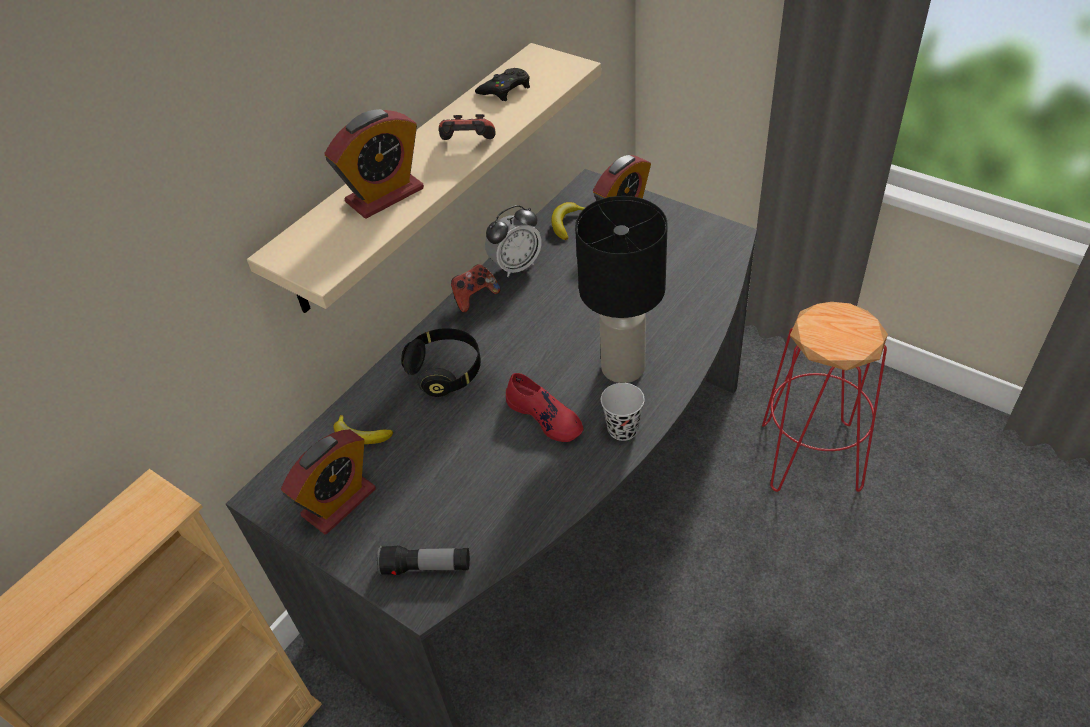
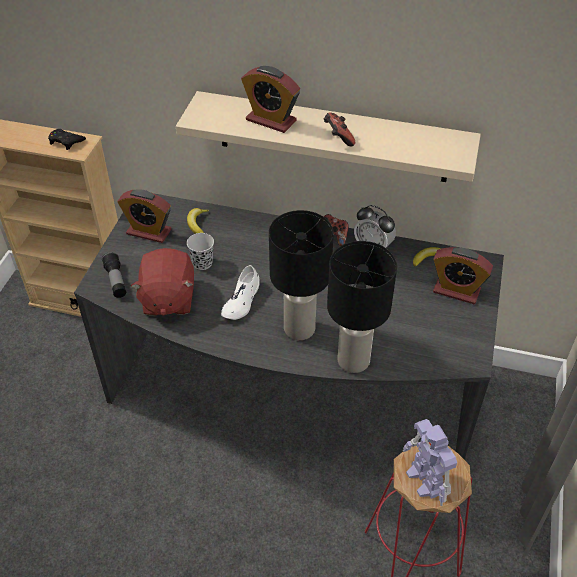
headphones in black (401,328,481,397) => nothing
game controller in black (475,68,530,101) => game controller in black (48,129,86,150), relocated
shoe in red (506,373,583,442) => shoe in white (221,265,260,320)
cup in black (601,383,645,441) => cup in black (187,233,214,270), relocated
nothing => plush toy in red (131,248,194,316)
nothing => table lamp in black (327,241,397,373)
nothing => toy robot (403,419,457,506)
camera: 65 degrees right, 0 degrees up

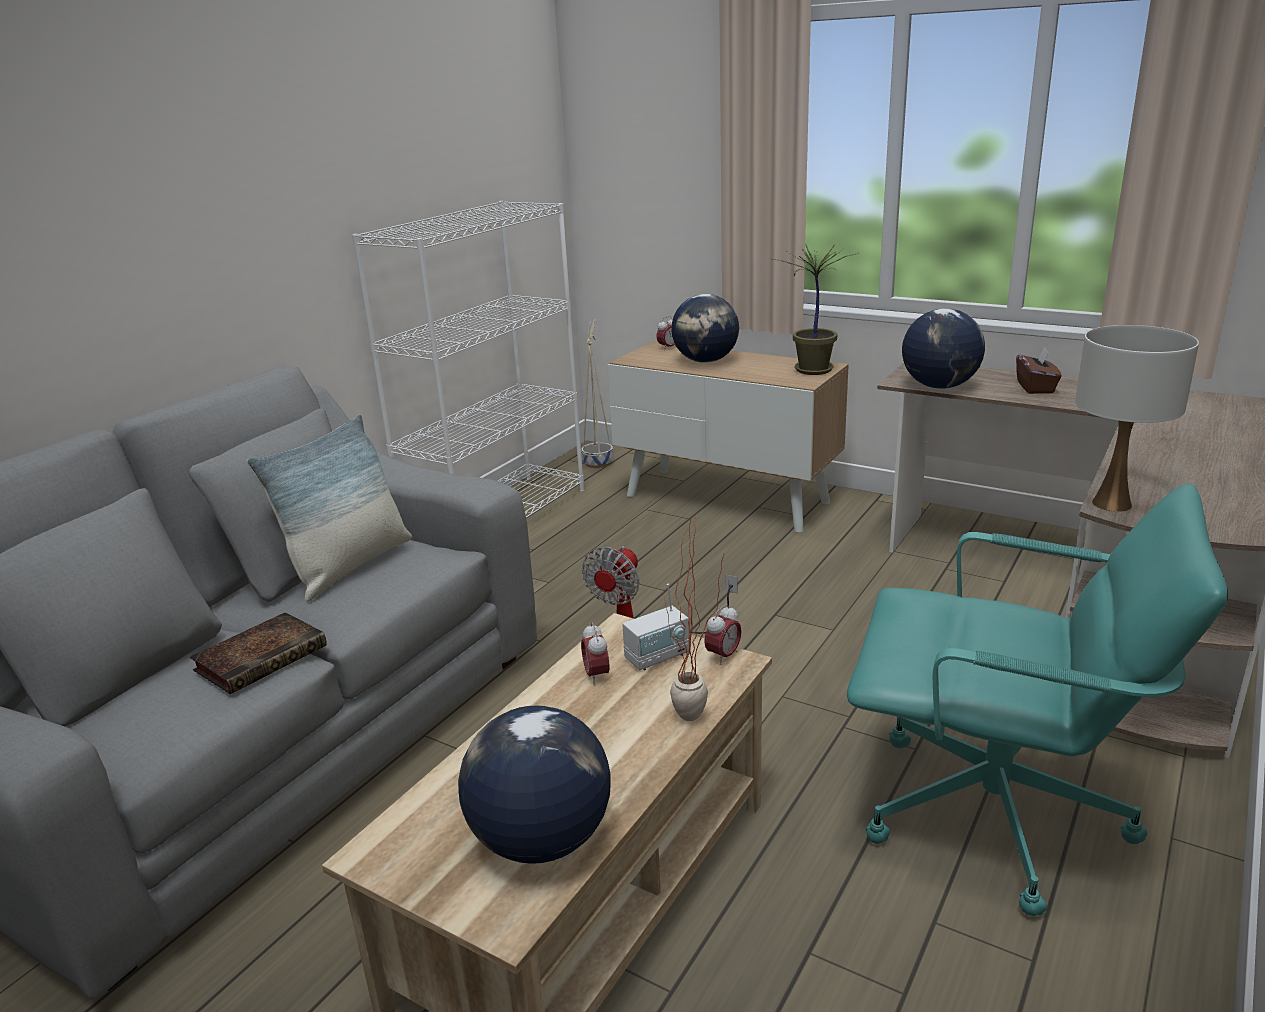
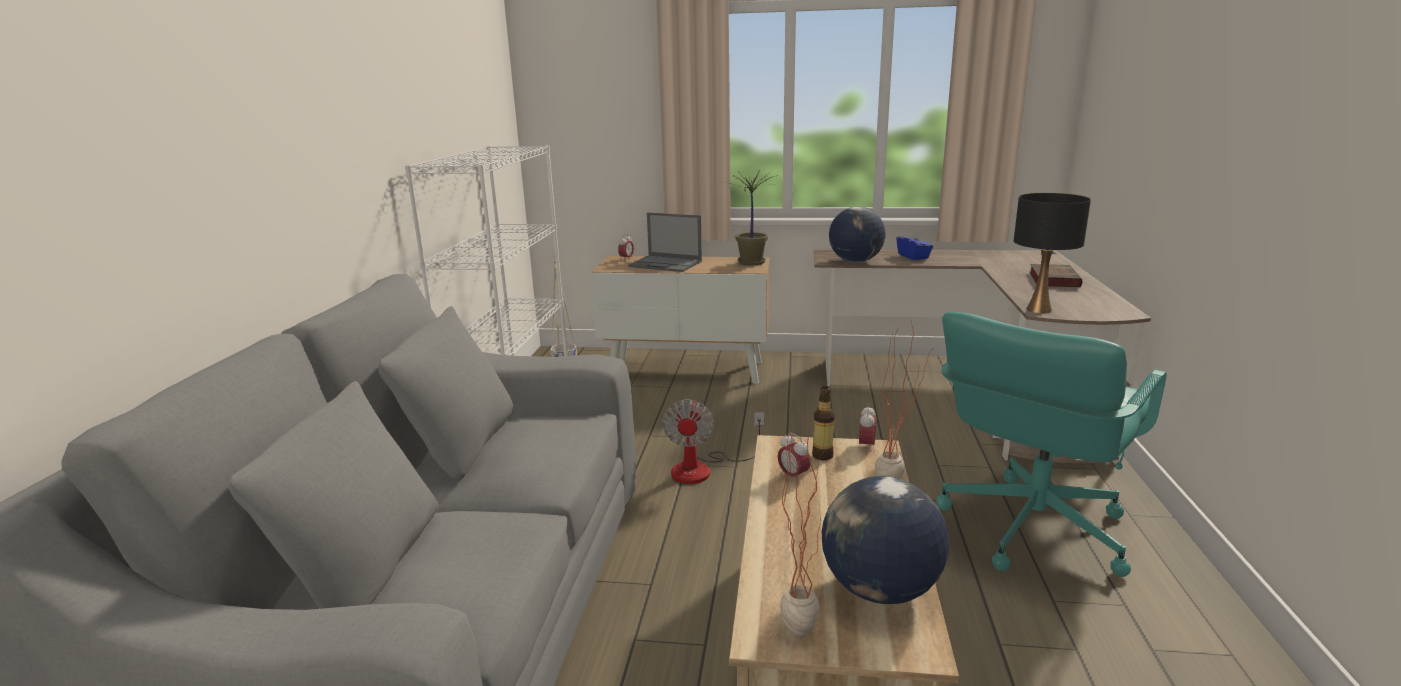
book (190,612,327,694) => book (1029,264,1082,287), relocated
pillow (247,415,412,602) => nothing
radio (622,584,689,670) => bottle (812,386,835,460)
globe (671,294,739,363) => laptop (628,212,702,272)
office chair in turquoise (847,484,1228,916) => office chair in turquoise (937,312,1167,577), 135 degrees clockwise
tissue box in brown (1016,346,1062,394) => tissue box in blue (896,229,933,260)
table lamp in white (1075,325,1199,512) => table lamp in black (1014,193,1091,313)
nothing => potted plant (780,411,826,638)
camera: 25 degrees left, 5 degrees down

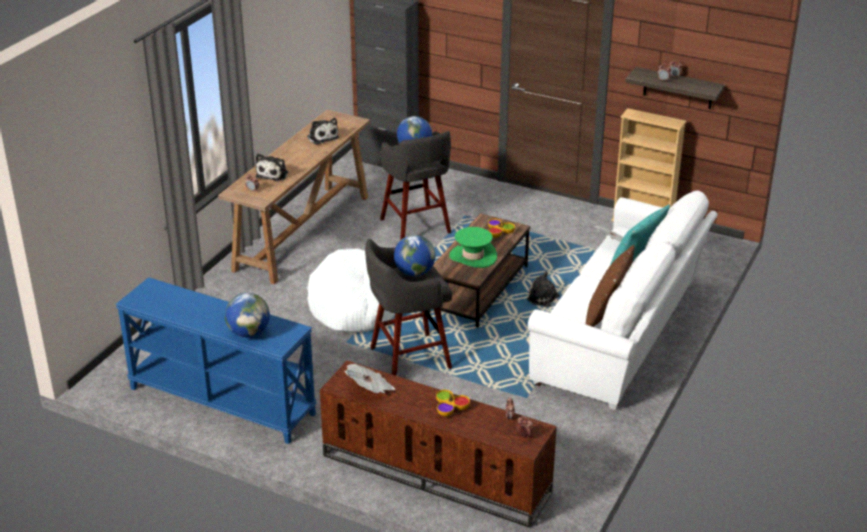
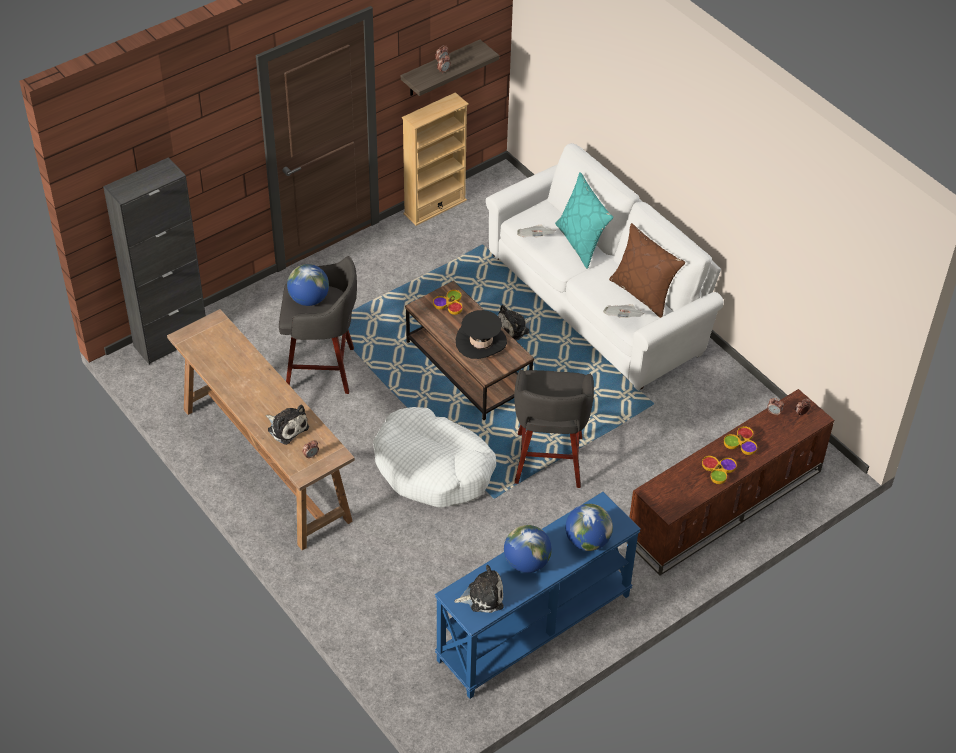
plush toy (307,118,339,145) => plush toy (454,565,504,613), relocated
newspaper (344,364,395,393) => newspaper (603,304,644,318), relocated
globe (394,235,435,276) => globe (504,525,552,573), relocated
hat in green (449,227,497,268) => hat in black (456,310,507,359)
nothing => bowl (702,456,737,484)
camera: 65 degrees left, 15 degrees up

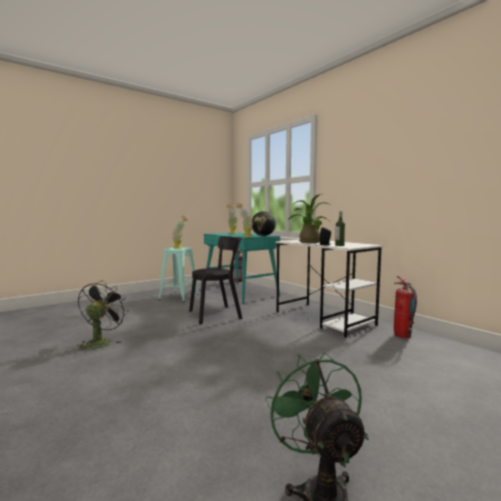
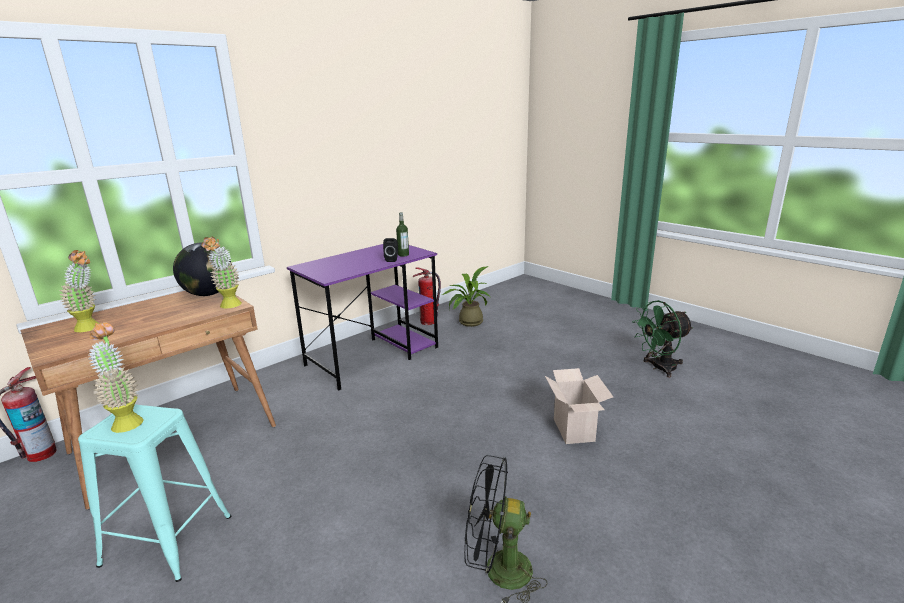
chair in black (189,236,243,325) => nothing
desk in turquoise (204,233,280,303) => desk in brown (20,291,276,510)
desk in white (275,240,384,338) => desk in purple (287,244,438,391)
potted plant (288,194,333,243) => potted plant (442,266,490,327), relocated
nothing => cardboard box (545,368,613,444)
camera: 95 degrees left, 15 degrees up

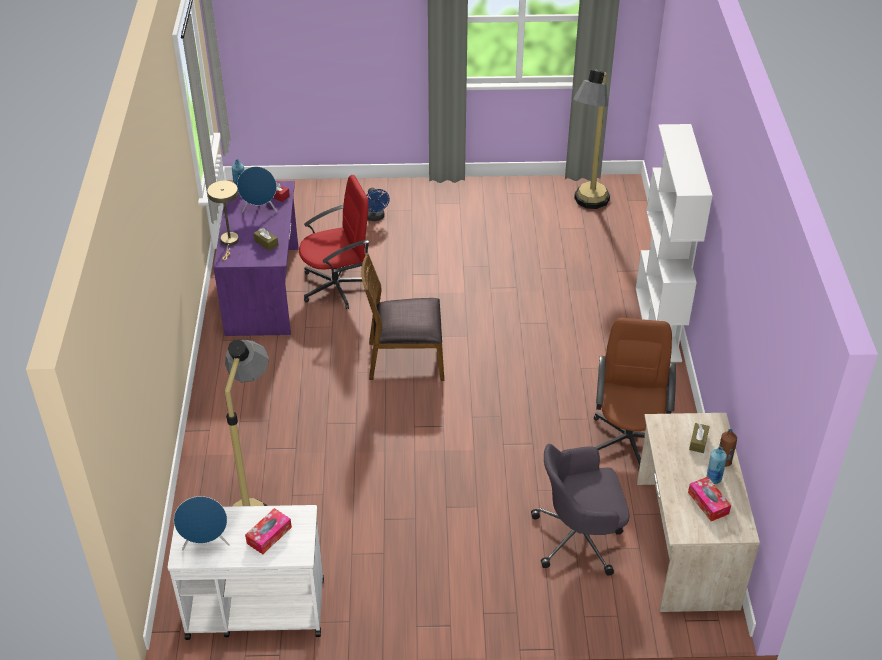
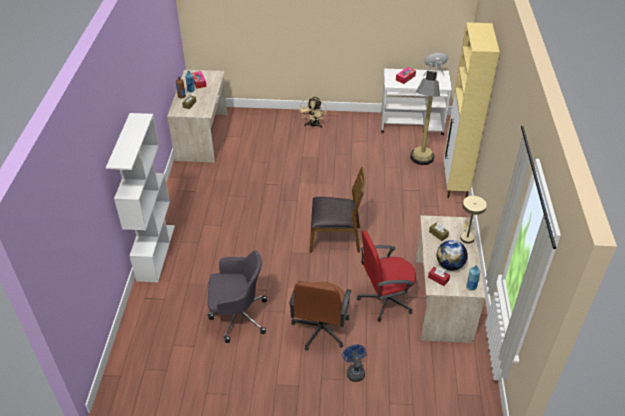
desk in purple (213,181,299,336) => desk in beige (416,215,485,343)
speaker in blue (237,166,277,212) => globe (437,240,468,270)
office chair in grey (531,444,630,576) => office chair in grey (207,250,267,343), relocated
floor lamp (573,69,610,209) => nothing
office chair in brown (594,317,676,470) => office chair in brown (289,281,352,351), relocated
nothing => fan in beige (299,96,326,128)
nothing => cabinet in beige (443,22,500,198)
camera: 175 degrees left, 0 degrees up

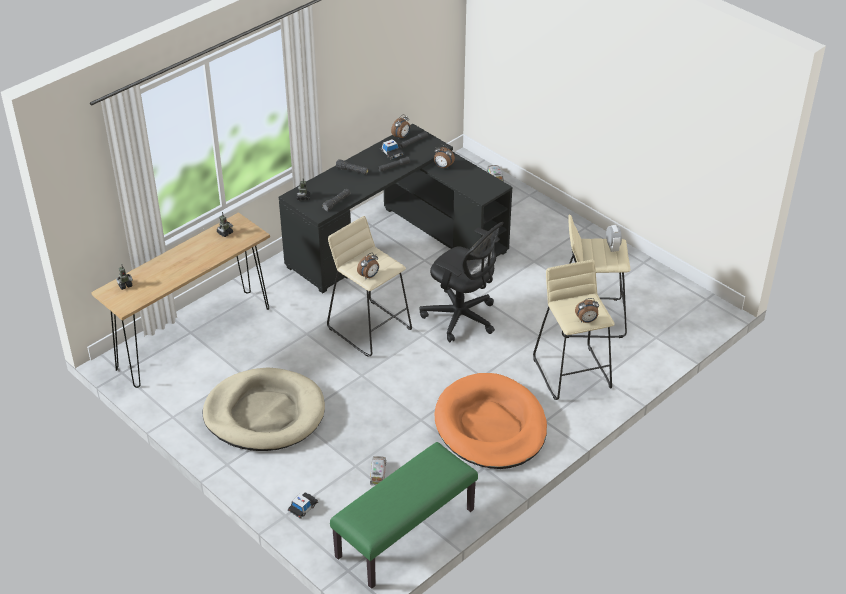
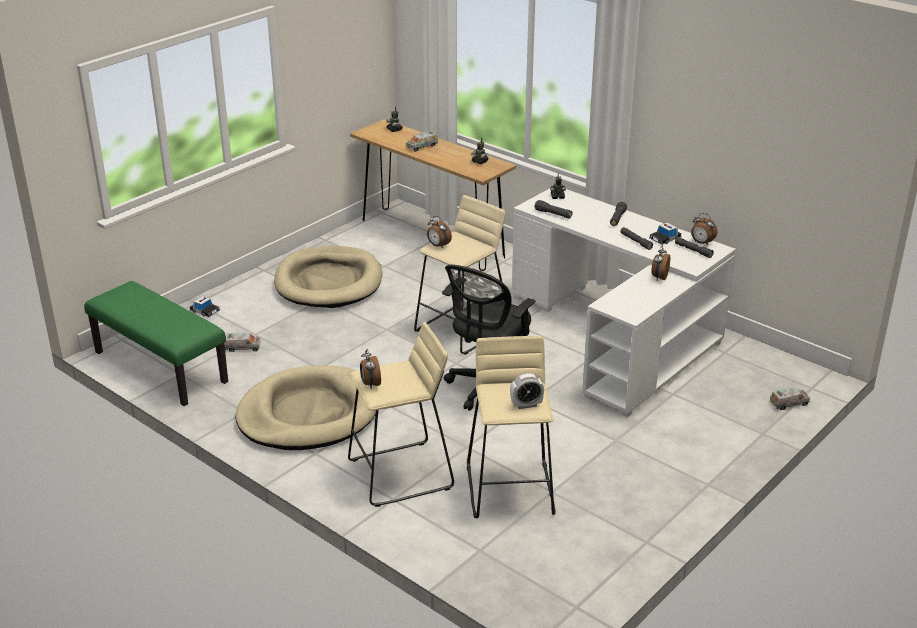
desk in black (279,124,512,293) => desk in white (512,189,736,417)
dog bed in orange (434,373,547,469) => dog bed in beige (236,365,376,450)
nothing => toy truck (406,131,438,152)
camera: 85 degrees right, 10 degrees down

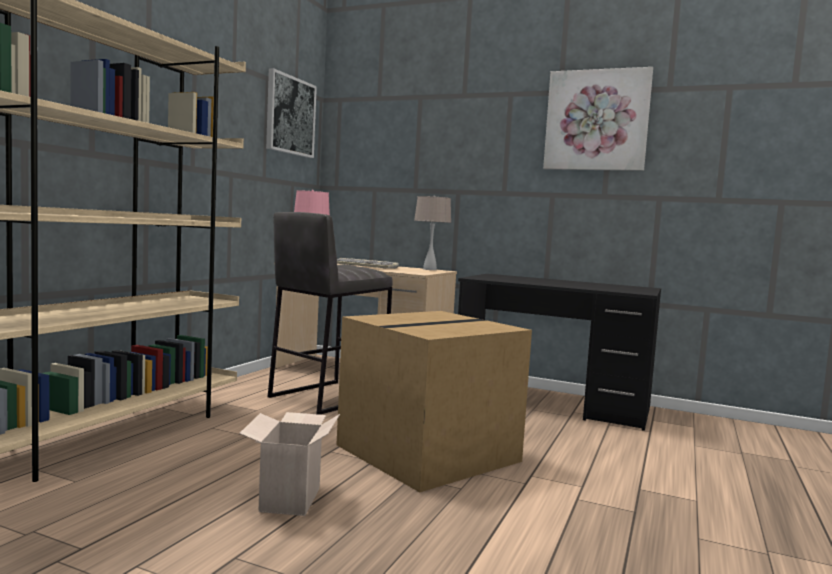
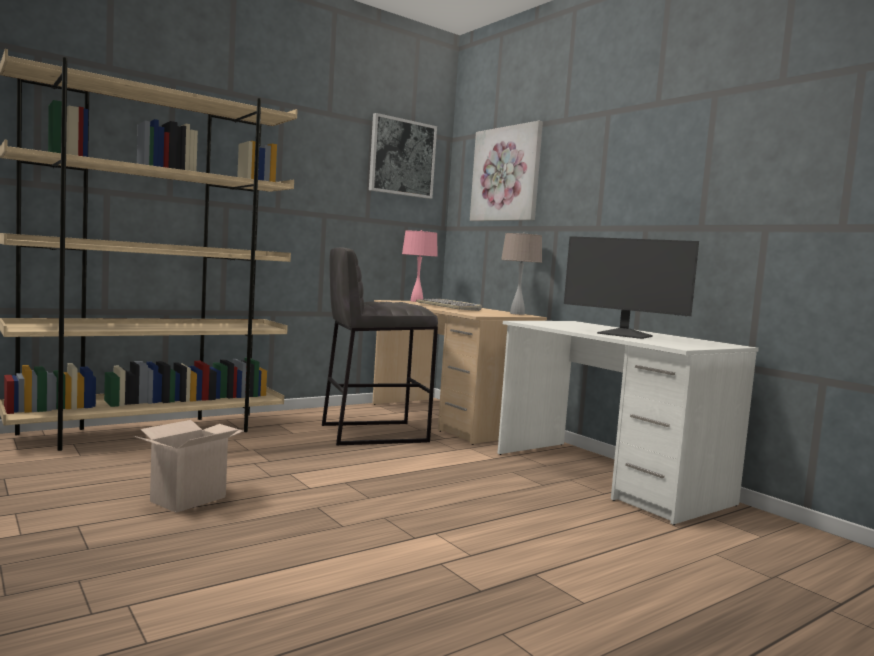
cardboard box (336,311,532,492) => nothing
desk in black (458,274,661,431) => desk in white (498,321,759,525)
picture (543,67,653,171) => picture (470,121,543,221), relocated
nothing => monitor (564,236,699,339)
camera: 30 degrees right, 0 degrees up

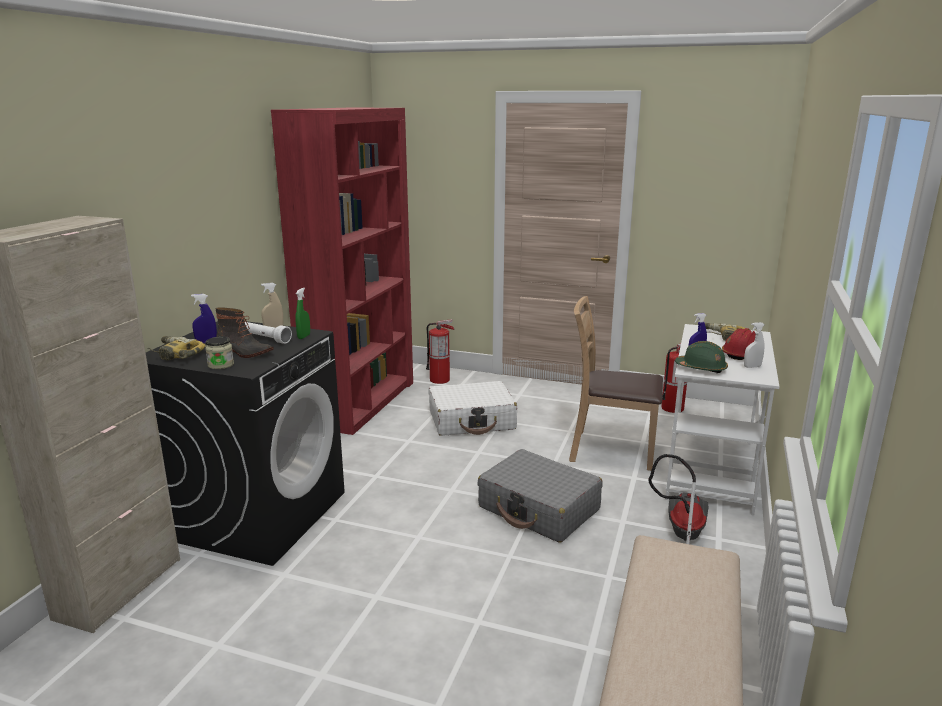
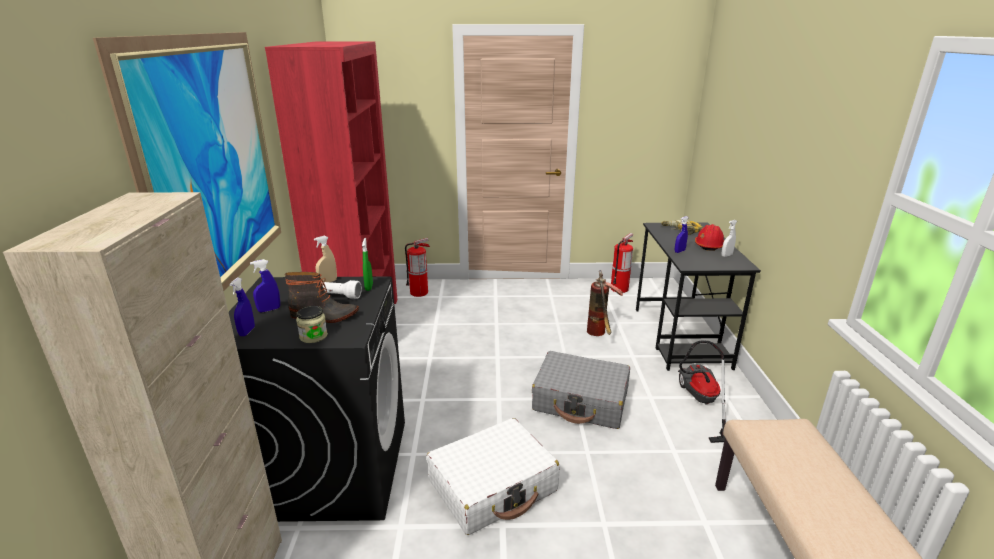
power drill (147,336,206,360) => spray bottle in blue (229,278,255,336)
suitcase in white (429,381,517,436) => suitcase in white (427,418,559,535), relocated
chair in brown (569,296,663,471) => fire extinguisher (587,270,623,336)
desk in white (665,324,779,515) => desk in black (636,223,761,371)
hard hat in green (675,341,728,374) => nothing
nothing => picture (93,32,281,291)
camera: 20 degrees left, 5 degrees up

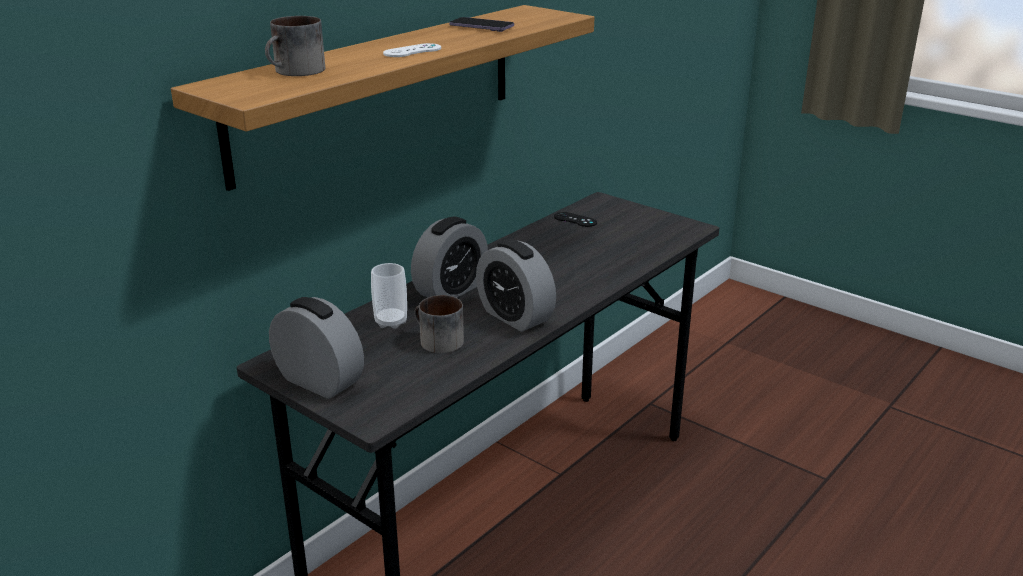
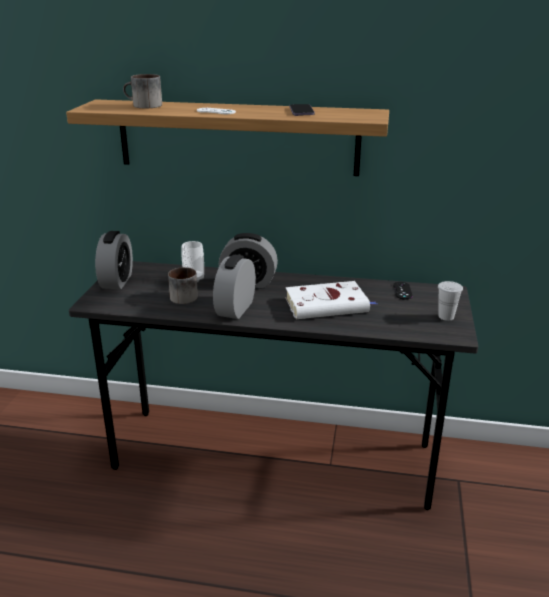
nothing => book in white (286,281,377,319)
nothing => cup in white (438,281,463,321)
camera: 60 degrees right, 0 degrees up

